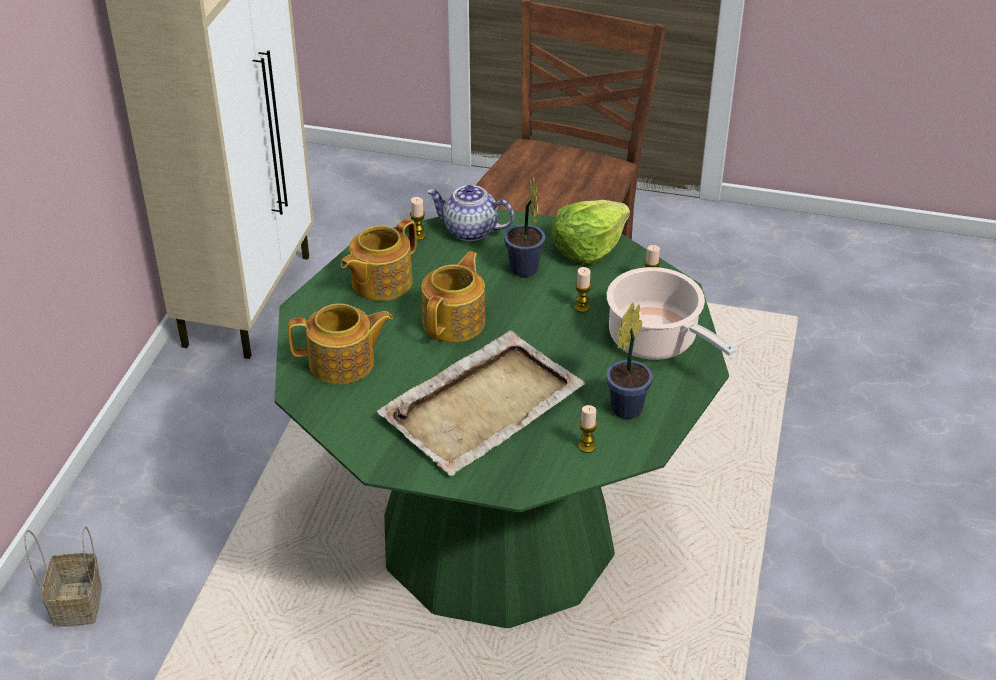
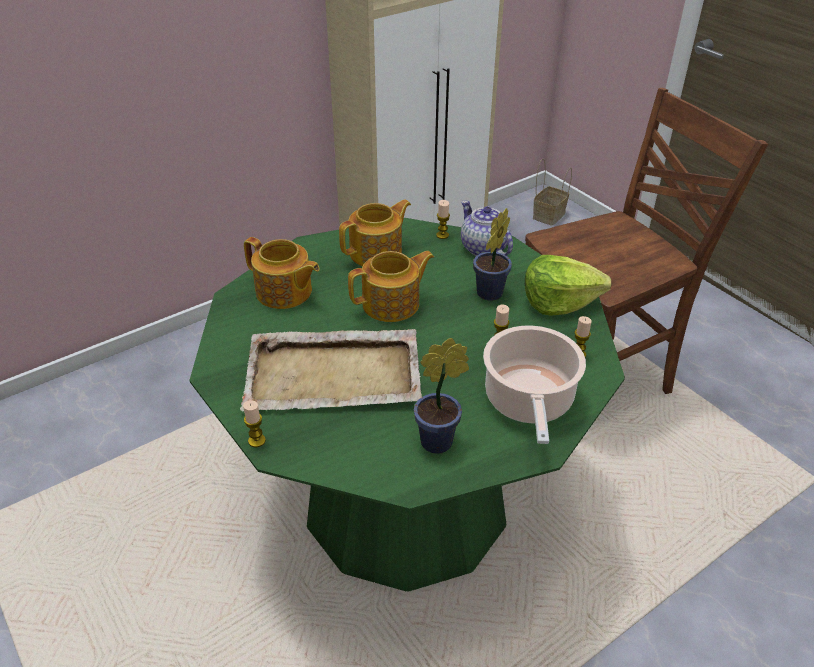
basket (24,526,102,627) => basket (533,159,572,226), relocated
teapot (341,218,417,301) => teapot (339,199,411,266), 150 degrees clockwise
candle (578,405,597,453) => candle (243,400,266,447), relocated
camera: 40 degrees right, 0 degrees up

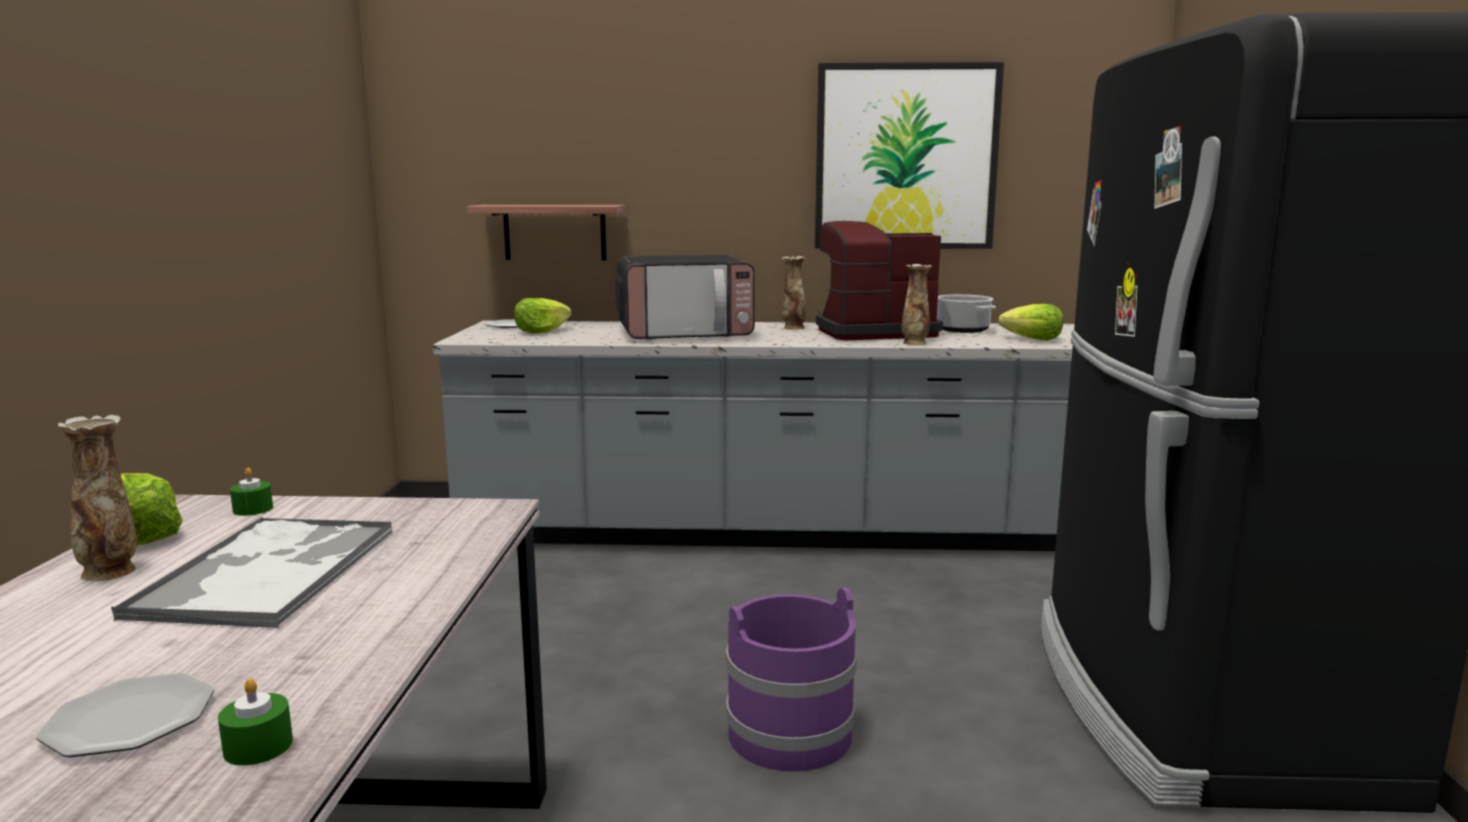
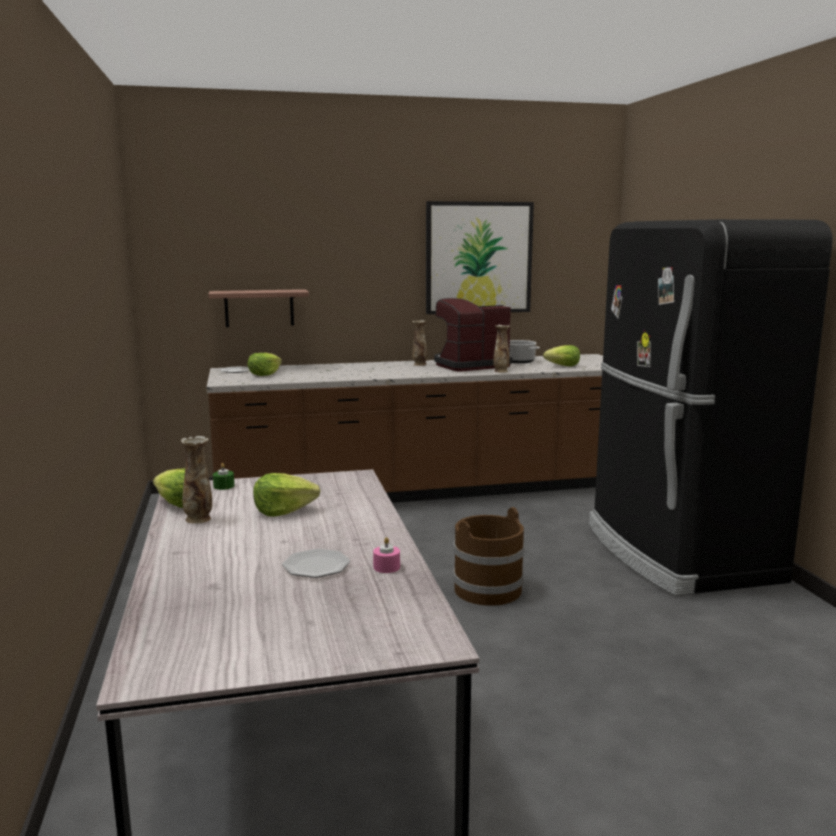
tray (111,517,394,628) => lettuce (253,473,320,517)
candle in green (218,678,293,766) => candle in pink (373,537,400,573)
counter in grey (433,321,1075,551) => counter in brown (207,354,603,503)
microwave (616,255,755,339) => nothing
bucket in purple (726,587,857,772) => bucket in brown (453,507,524,606)
camera: 15 degrees left, 0 degrees up

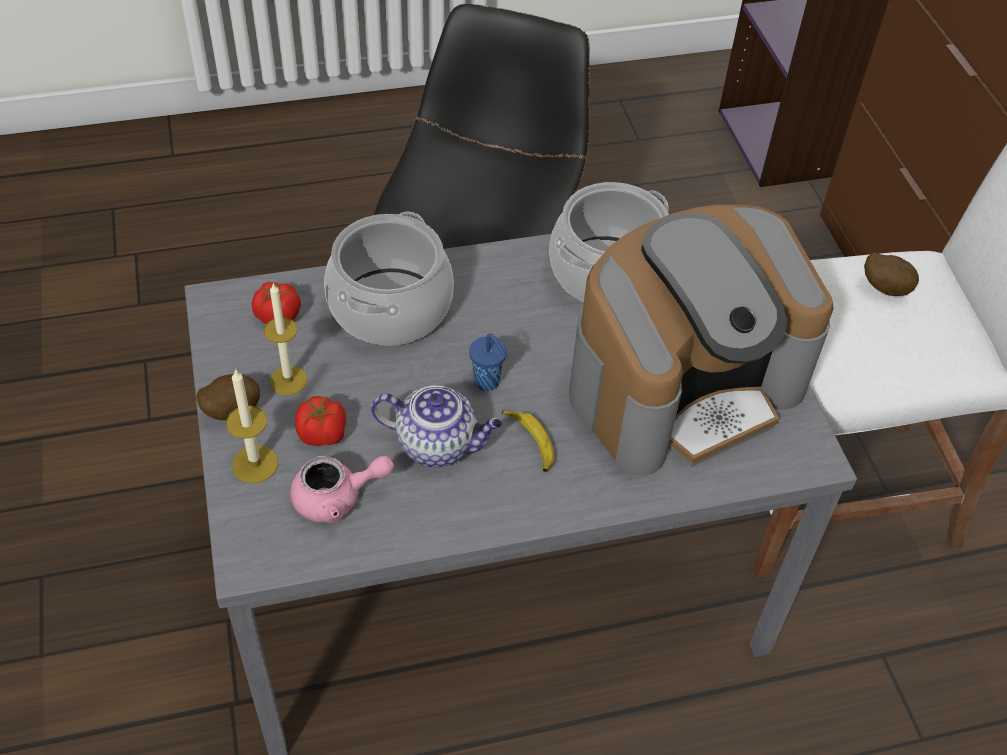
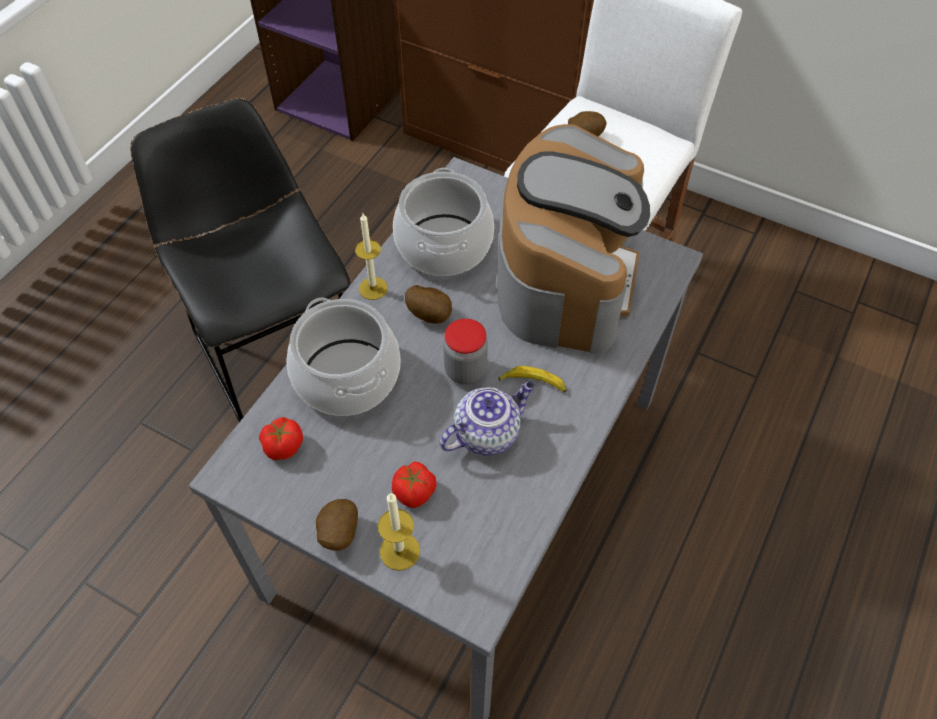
candle (264,282,308,395) => candle (355,213,388,300), relocated
teapot in pink (290,456,394,523) => nothing
cup in blue (469,333,507,391) => jar (443,319,488,385)
nothing => potato (405,285,452,324)
camera: 45 degrees left, 5 degrees up

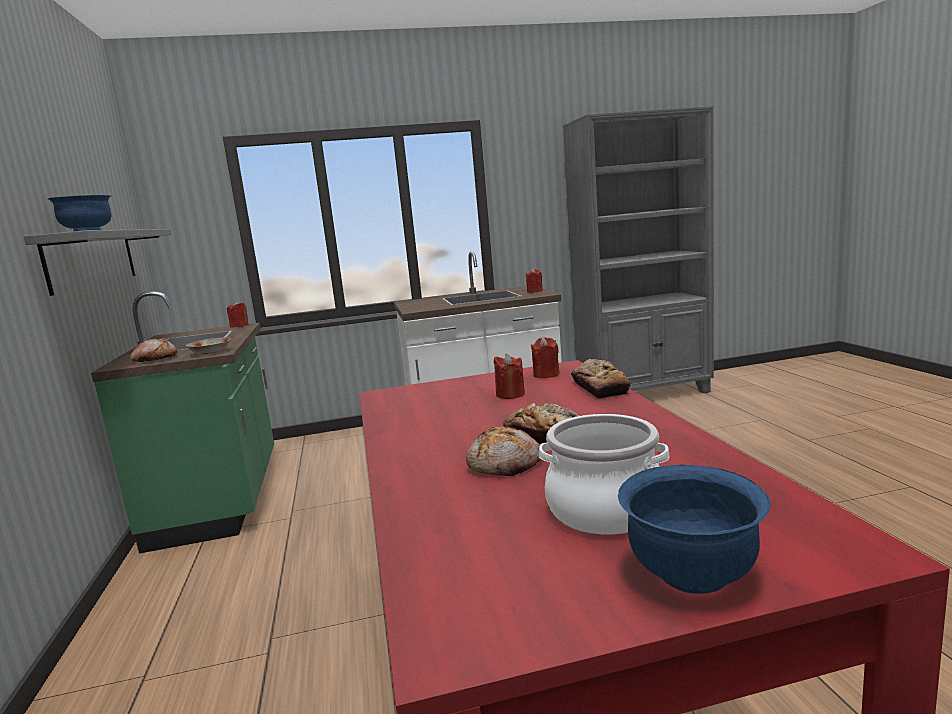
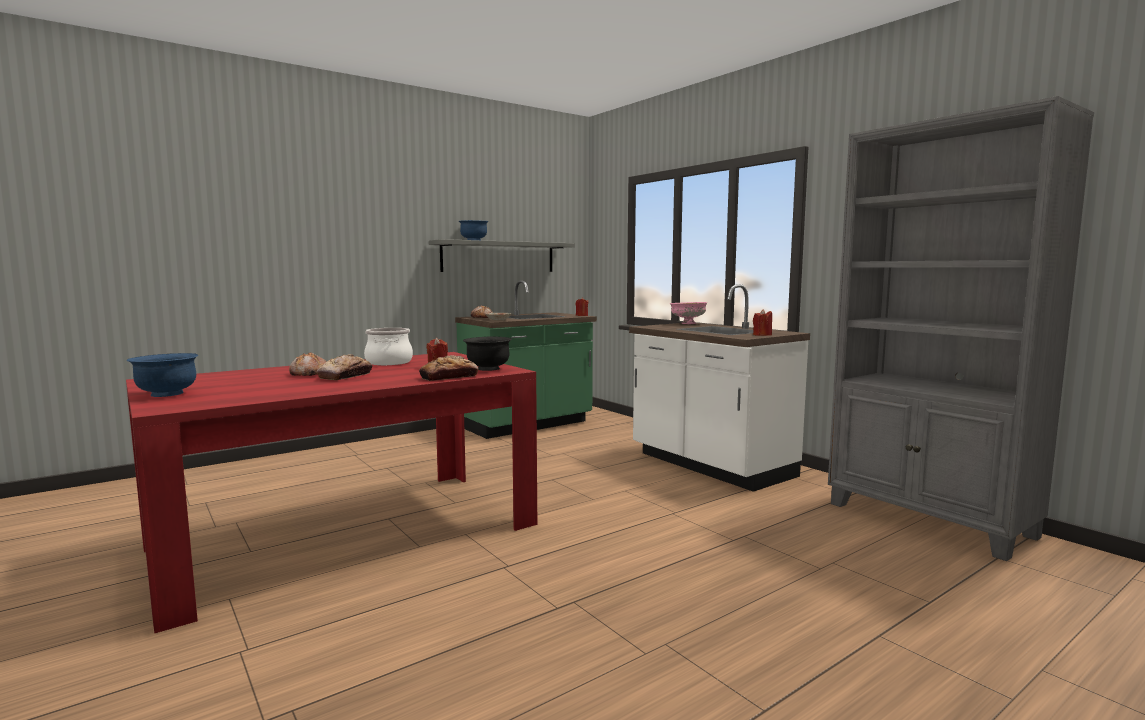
candle in red (531,337,560,378) => bowl in black (463,336,512,371)
cooking pot (539,414,669,534) => cooking pot (364,328,413,365), relocated
nothing => bowl in pink (670,302,707,324)
camera: 65 degrees right, 5 degrees down

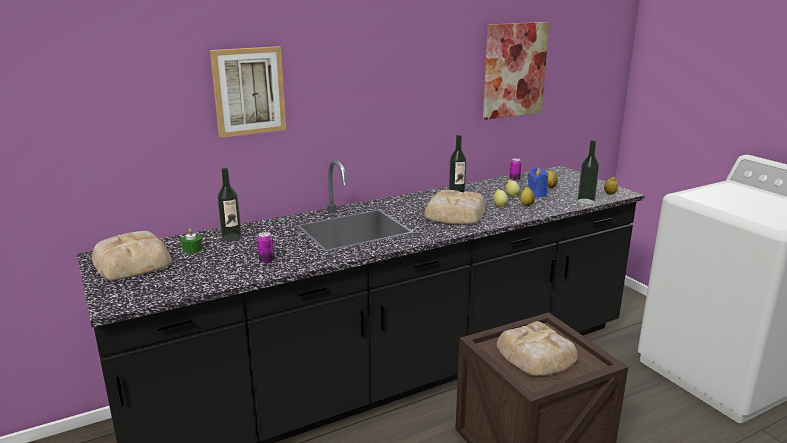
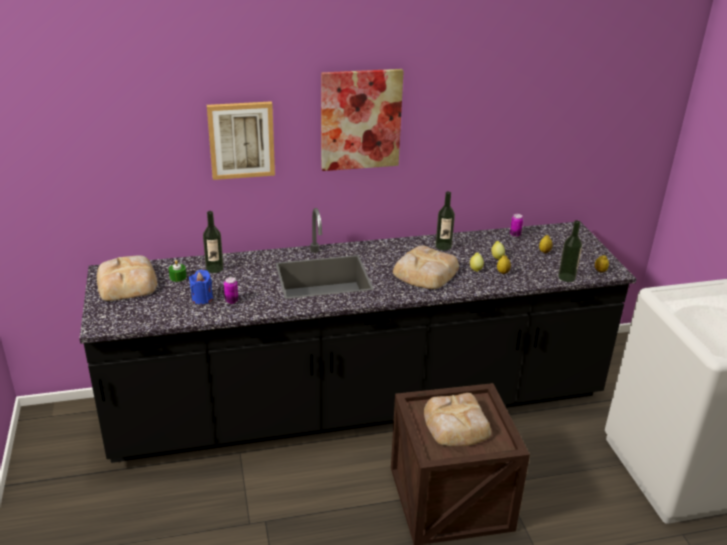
picture (483,22,549,120) => picture (321,69,404,171), relocated
candle in blue (528,167,548,197) => candle in blue (189,269,213,304), relocated
camera: 15 degrees right, 10 degrees up

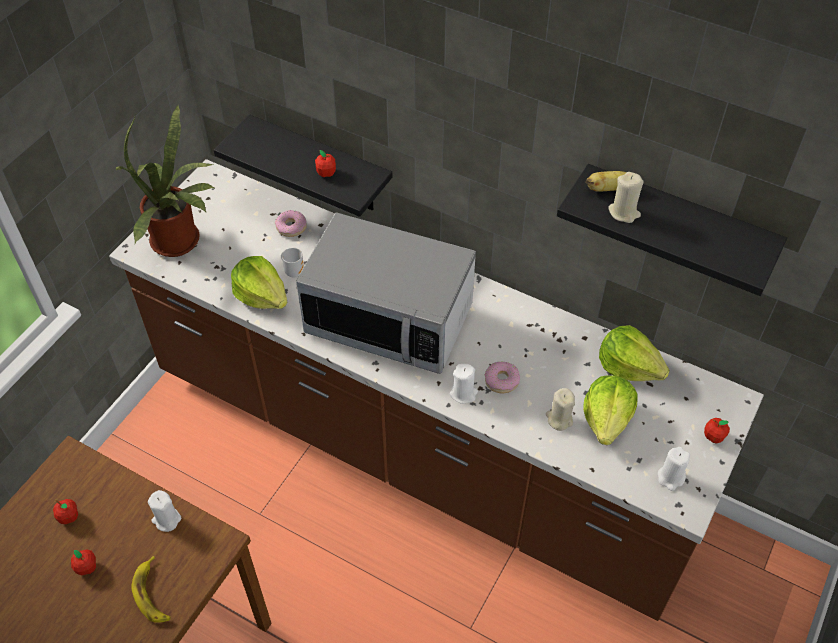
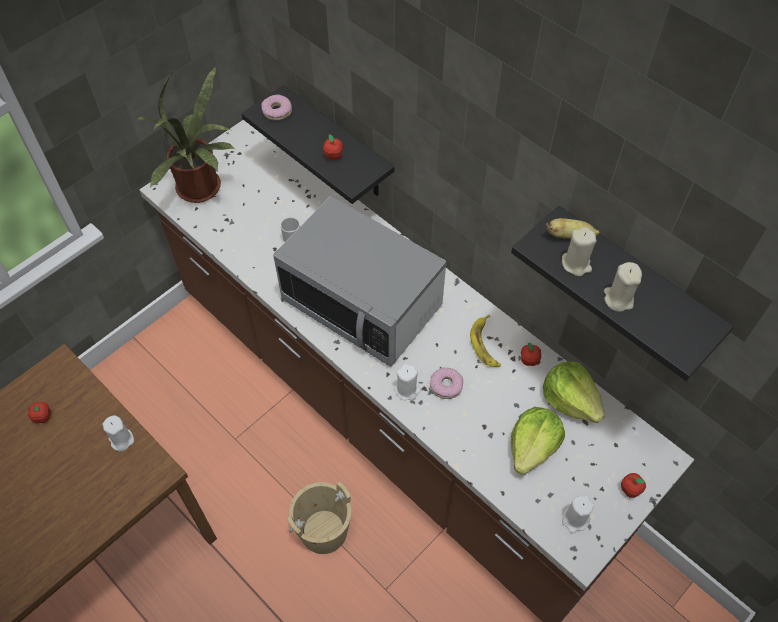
apple (71,549,96,575) => apple (521,343,541,366), relocated
banana (132,556,171,623) => banana (470,315,501,367), relocated
lettuce (231,256,288,309) => nothing
donut (275,210,307,237) => donut (261,95,292,121), relocated
candle in beige (546,388,575,431) => candle in beige (604,262,642,312), relocated
nothing => bucket in beige (287,481,352,554)
camera: 15 degrees right, 5 degrees up

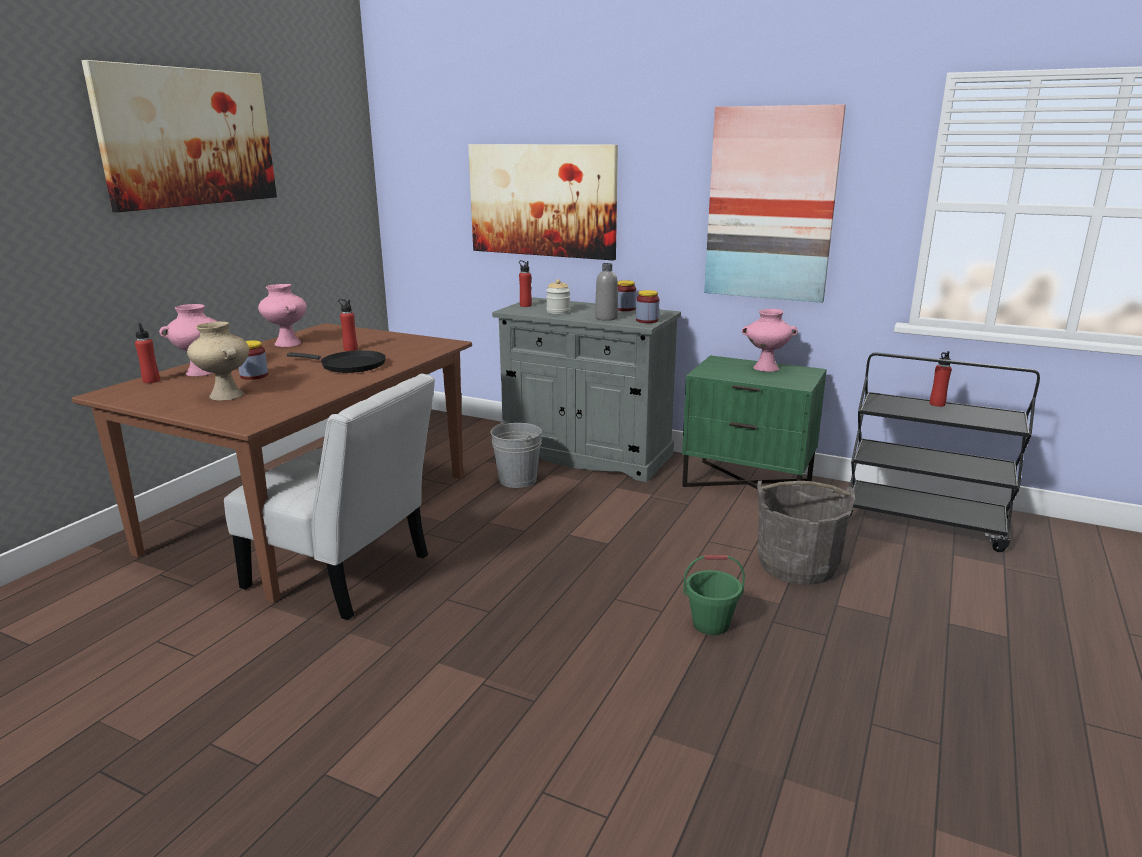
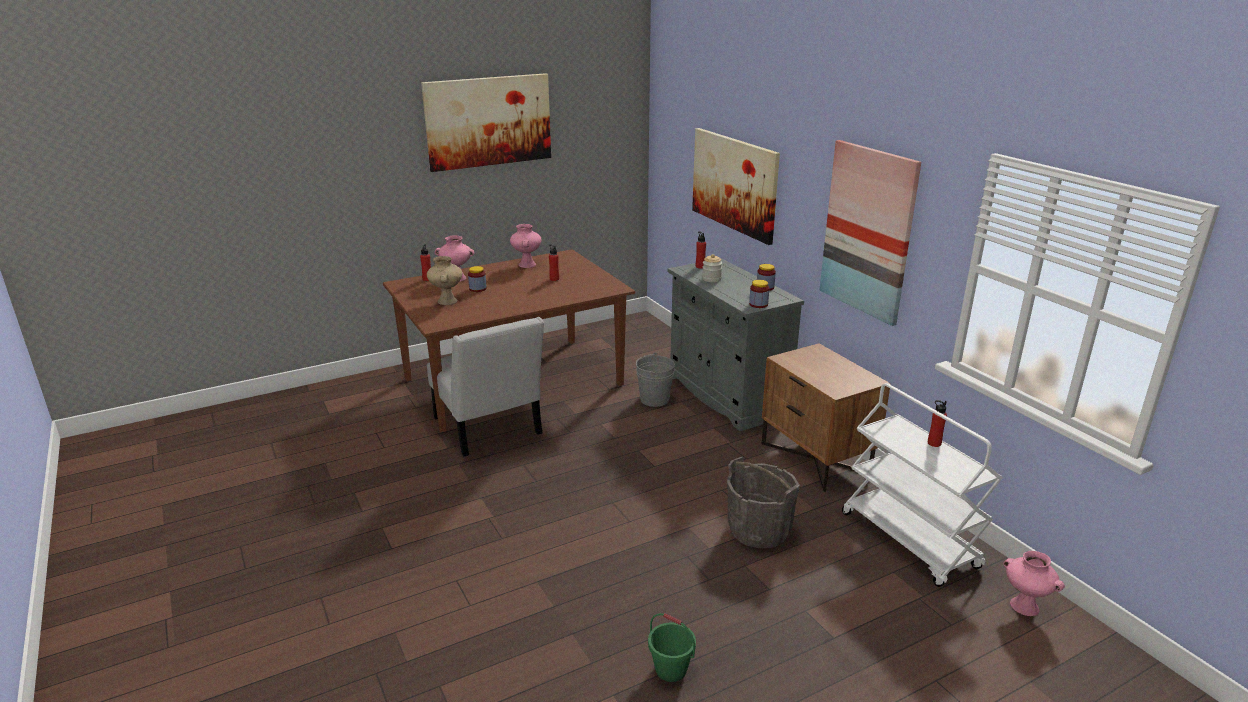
frying pan in black (287,350,386,373) => nothing
bottle in grey (595,263,618,321) => nothing
nightstand in green (682,355,827,489) => nightstand in brown (762,343,891,492)
bucket in green (683,555,745,635) => bucket in green (648,613,696,682), relocated
vase in pink (742,309,798,372) => vase in pink (1003,551,1065,616), relocated
cart in black (849,352,1040,552) => cart in white (842,383,1003,587)
camera: 35 degrees right, 5 degrees up

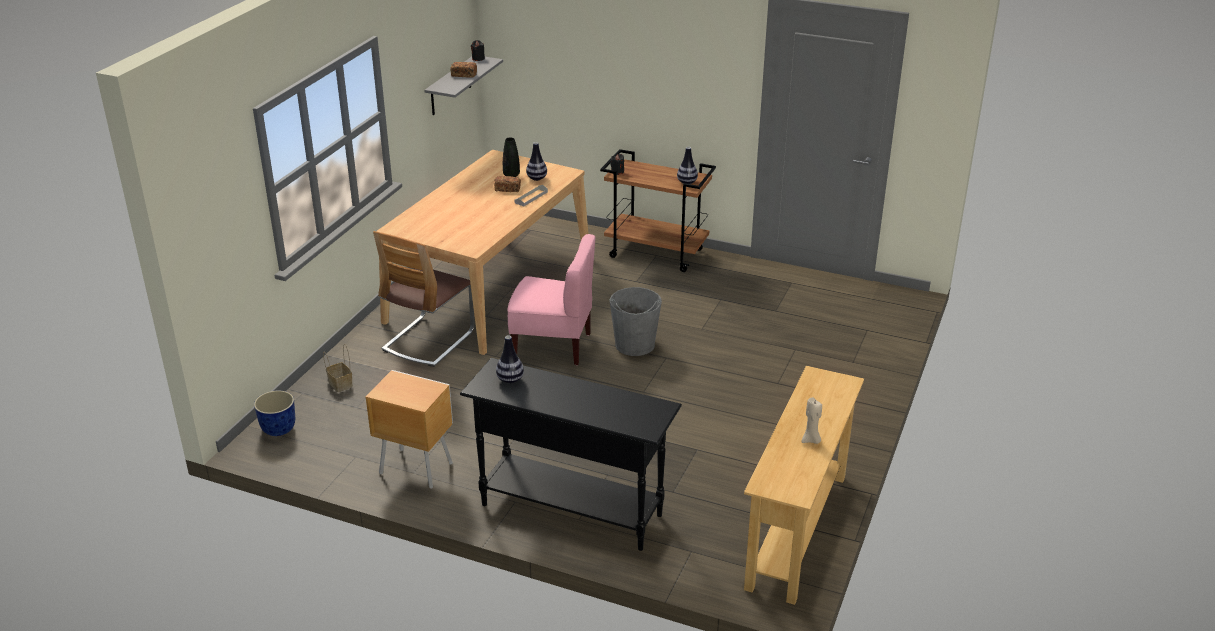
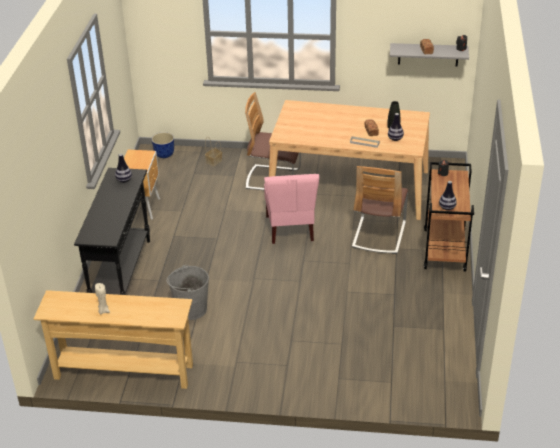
bucket in grey (609,287,662,356) => bucket in grey (166,265,209,320), relocated
nothing => chair (352,166,408,254)
camera: 75 degrees right, 5 degrees up

